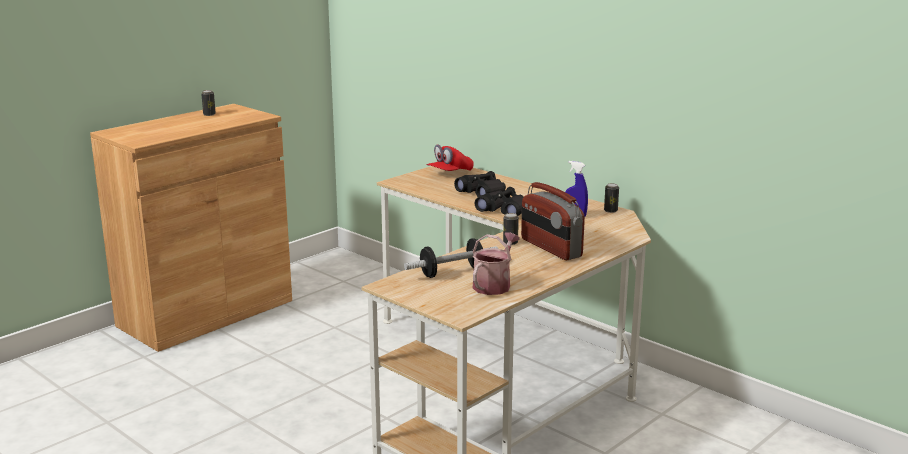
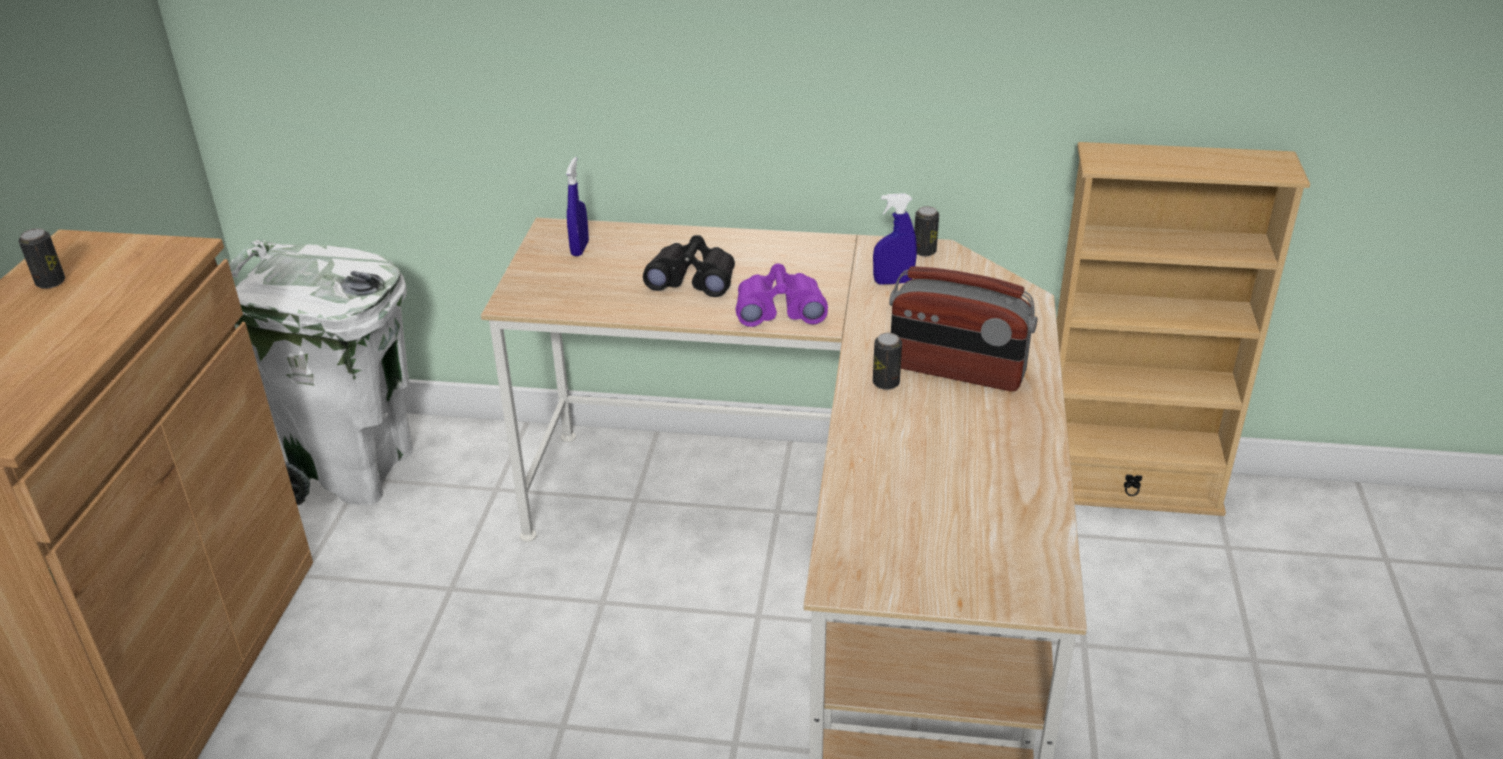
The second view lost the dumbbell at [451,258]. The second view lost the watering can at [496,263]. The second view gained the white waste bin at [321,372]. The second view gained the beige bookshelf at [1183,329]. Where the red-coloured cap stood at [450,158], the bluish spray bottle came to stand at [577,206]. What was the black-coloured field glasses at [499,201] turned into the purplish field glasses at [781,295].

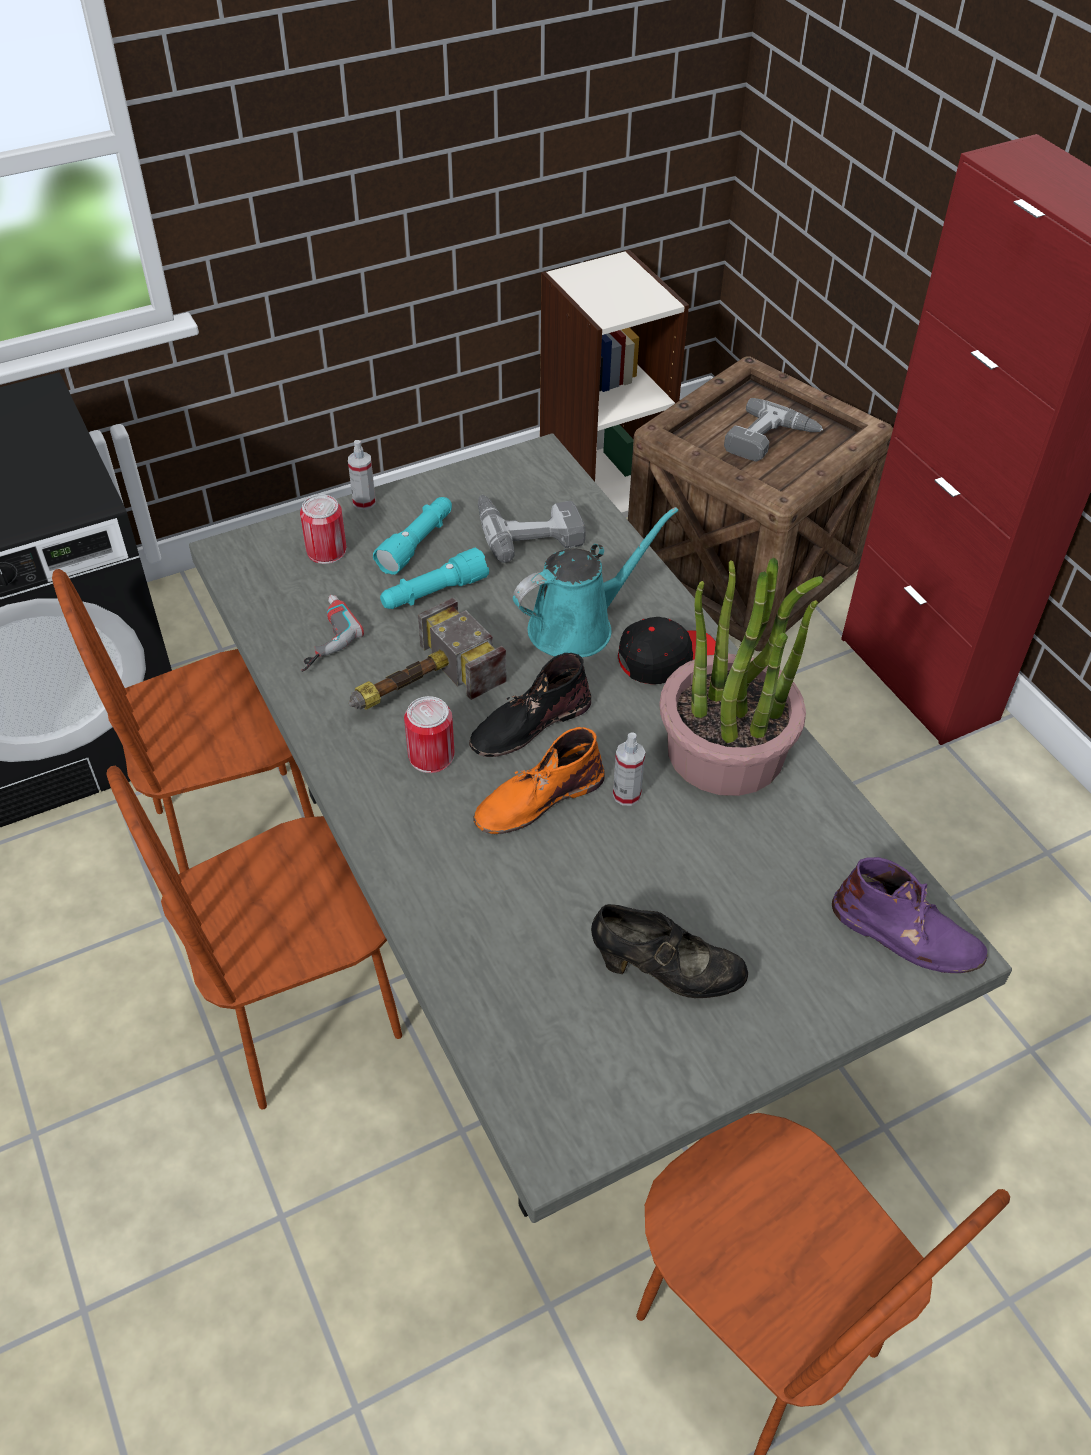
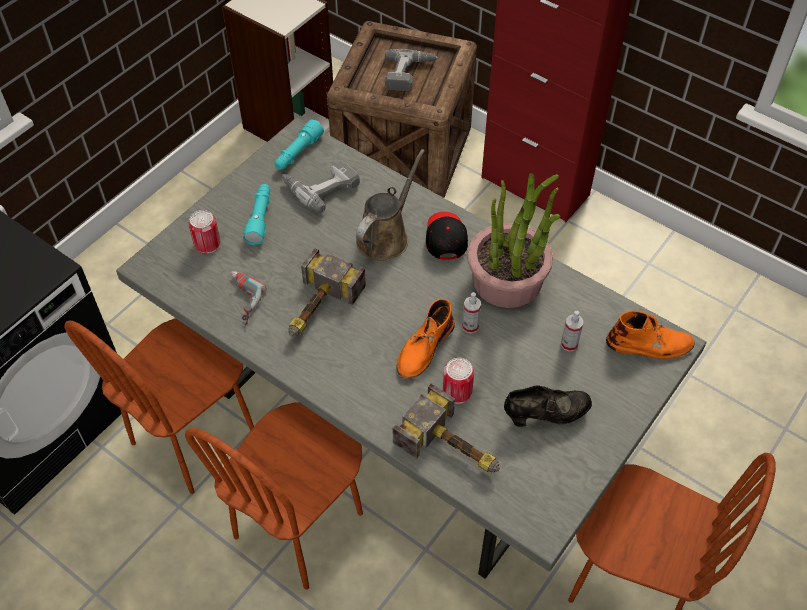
The second view lost the black-coloured high-top boot at [530,705]. The second view gained the tool hammer at [446,428]. The spray bottle ended up elsewhere, having gone from [362,475] to [572,331]. The blue-green hand torch ended up elsewhere, having gone from [434,578] to [299,145]. The sealed can ended up elsewhere, having gone from [429,734] to [458,381]. What was the blue-green watering can at [595,582] turned into the brown-coloured watering can at [390,205]. What was the purplish high-top boot at [909,915] turned into the orange high-top boot at [650,335]. The black-coloured cap at [667,650] ended up facing another way, 45 degrees counterclockwise from before.

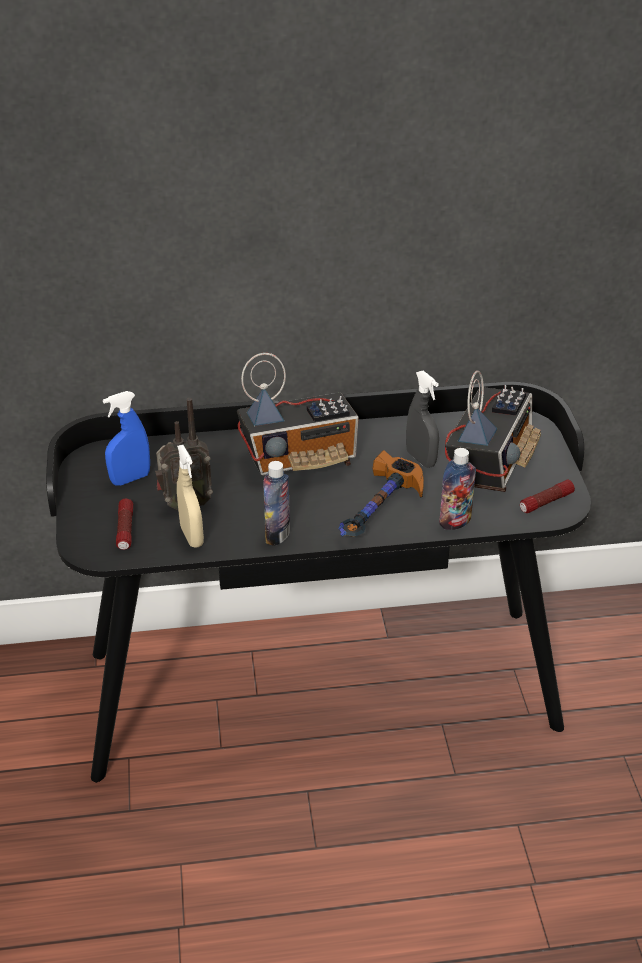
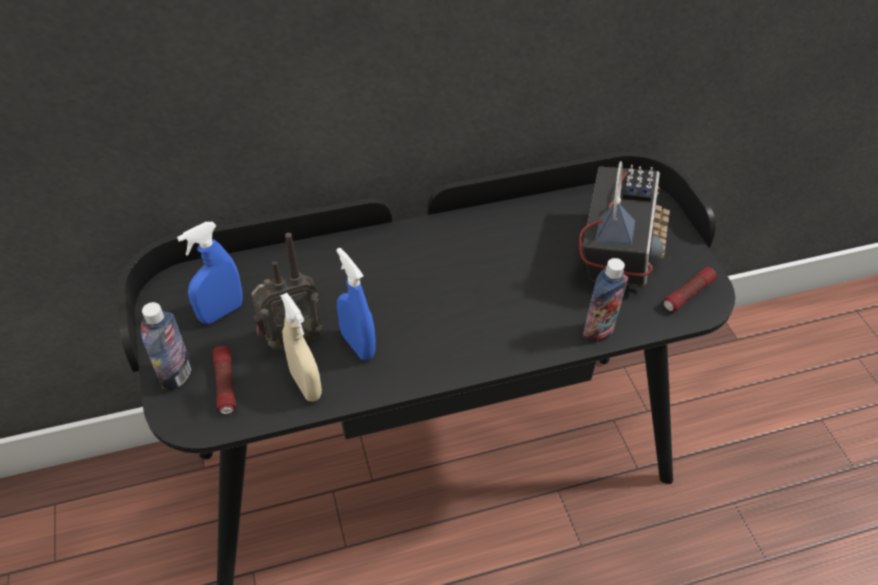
The second view lost the radio receiver at [298,414]. The second view lost the tool hammer at [381,493]. The second view lost the grey spray bottle at [422,419]. The second view gained the bluish spray bottle at [356,304]. The bottle ended up elsewhere, having gone from [276,503] to [165,346].

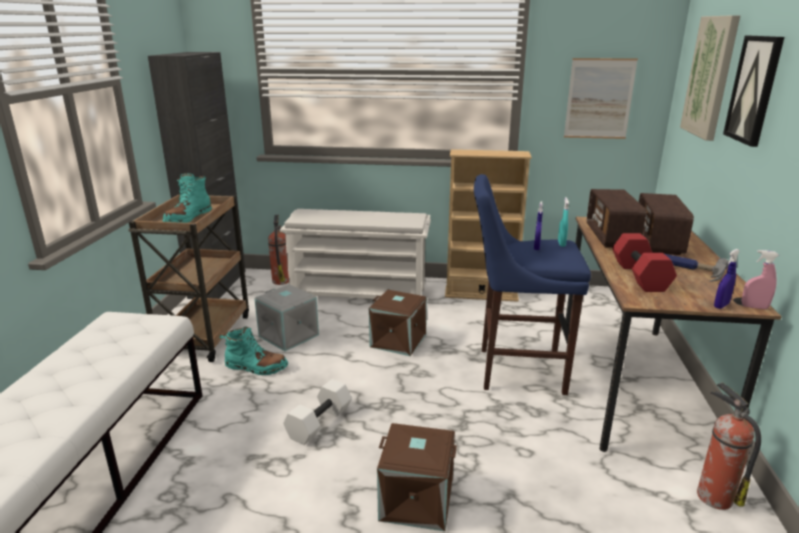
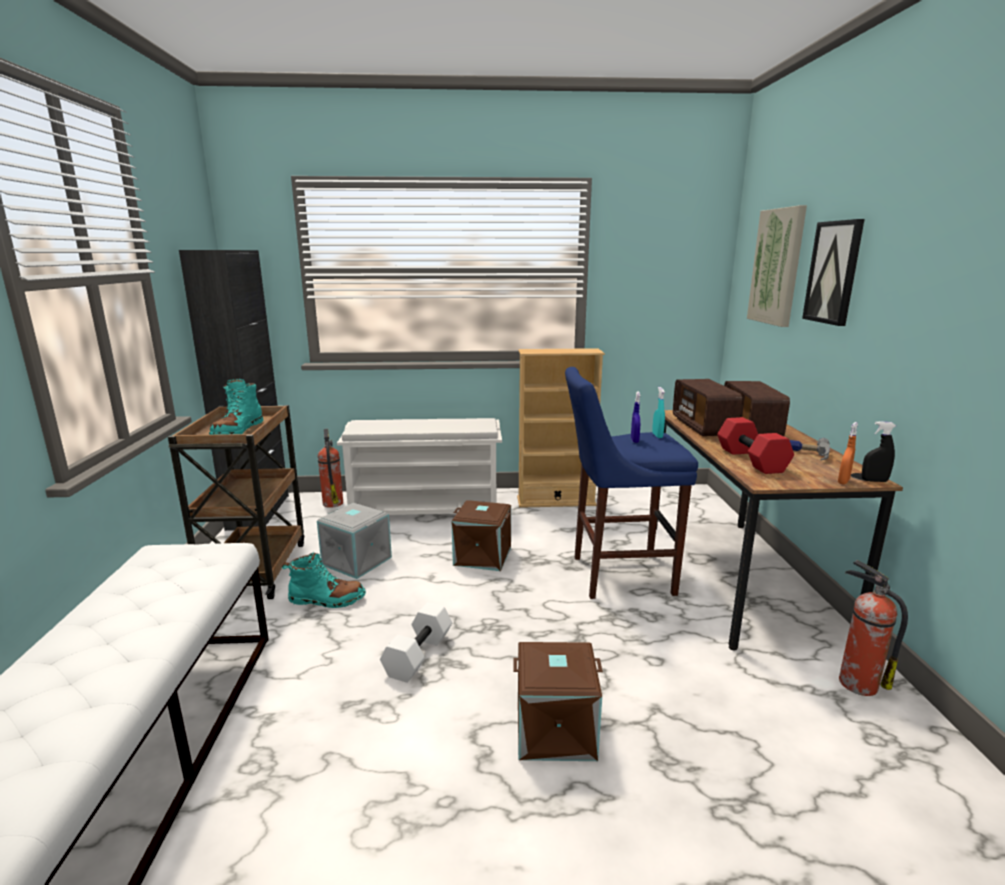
The second view lost the picture at [601,98]. What was the bluish spray bottle at [727,279] turned into the orange spray bottle at [848,453]. What was the pink spray bottle at [760,279] turned into the black-coloured spray bottle at [878,451].

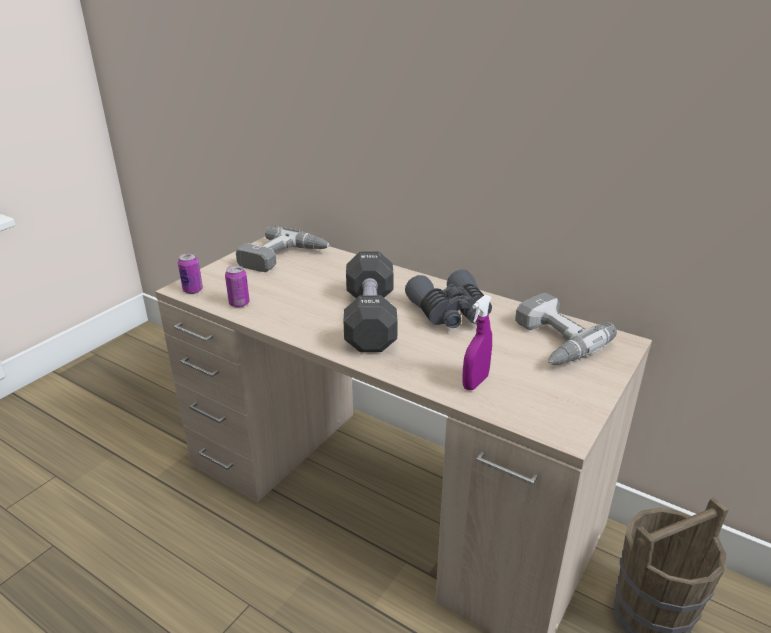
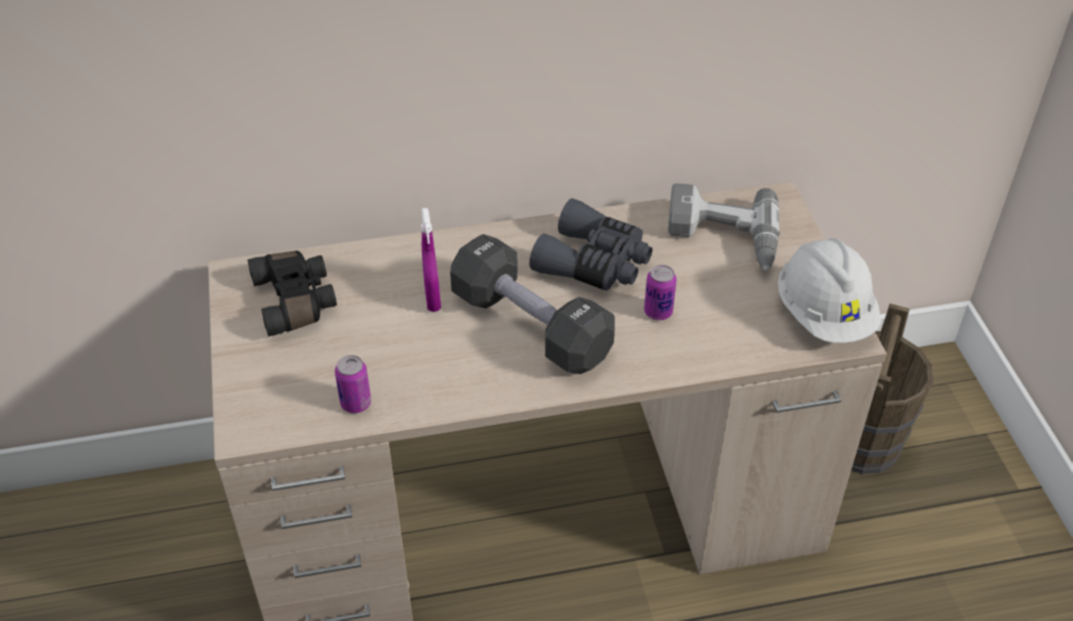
The second view gained the white work helmet at [829,290]. The sealed can ended up elsewhere, having gone from [190,273] to [660,292]. The purplish spray bottle ended up elsewhere, having gone from [477,342] to [431,260]. Where the electric drill stood at [283,249], the black-coloured field glasses came to stand at [292,293].

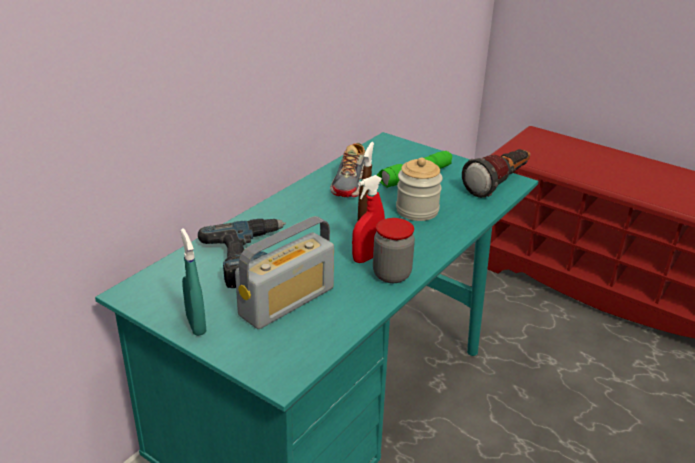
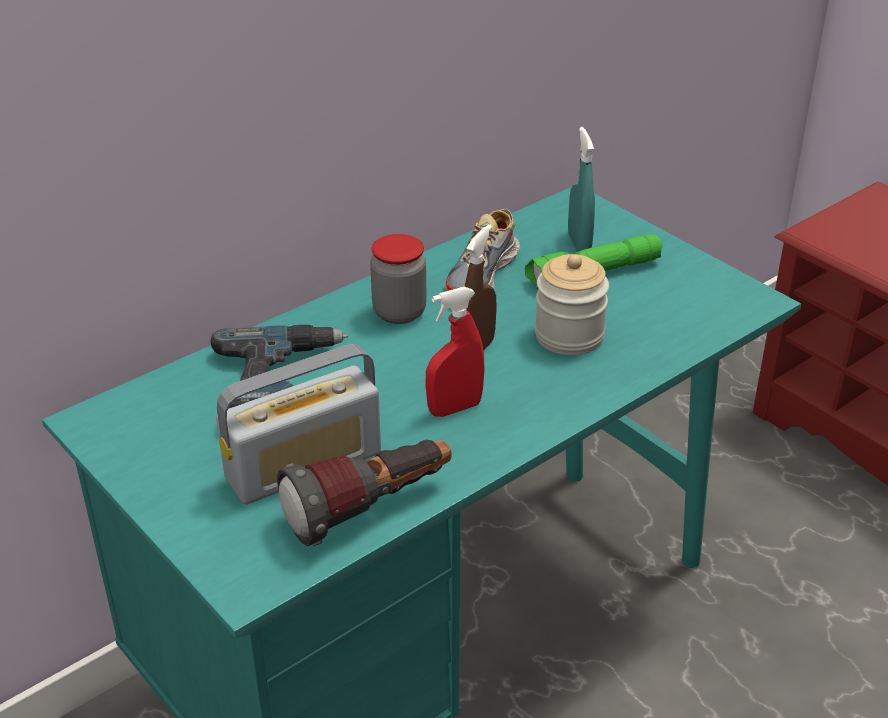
The blue-green spray bottle ended up elsewhere, having gone from [193,282] to [581,189]. The jar ended up elsewhere, having gone from [394,250] to [398,279]. The hand torch ended up elsewhere, having gone from [496,173] to [364,493].

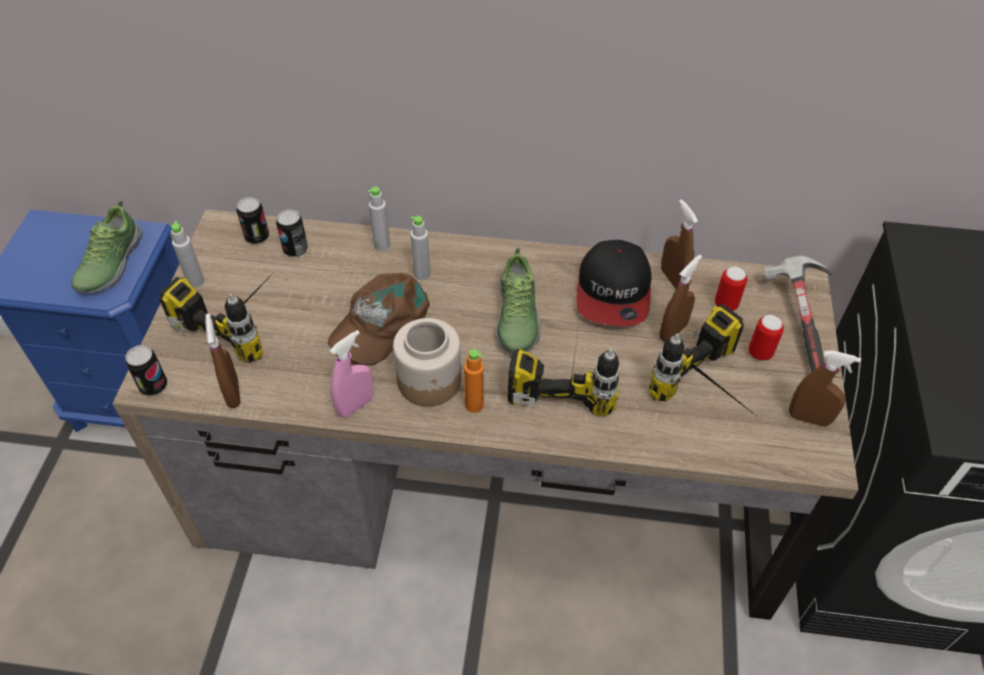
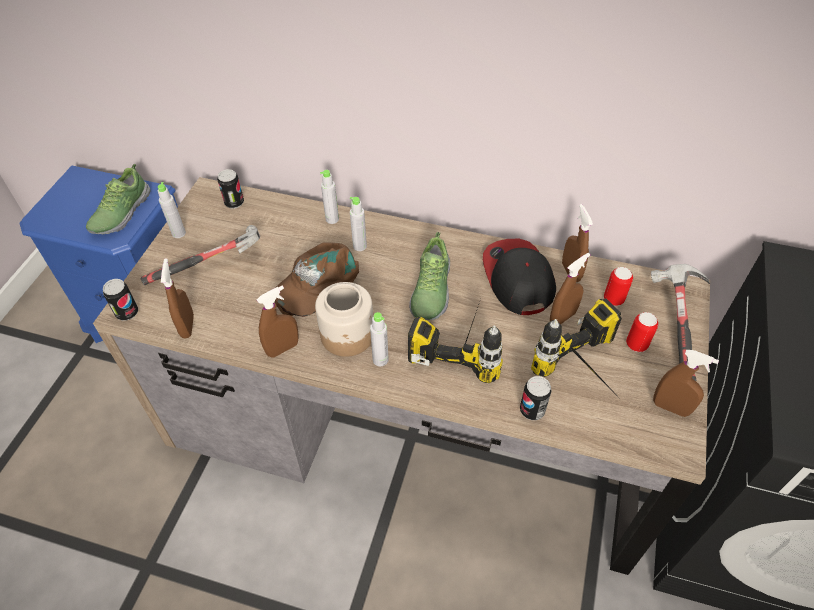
The sealed can ended up elsewhere, having gone from [292,233] to [536,398]. Where the electric drill stood at [218,316], the tool hammer came to stand at [200,255]. What was the pink spray bottle at [351,374] turned into the brown-coloured spray bottle at [278,321]. What was the orange bottle at [474,381] turned into the grey bottle at [379,339]. The cap at [614,283] ended up facing another way, 150 degrees clockwise from before.

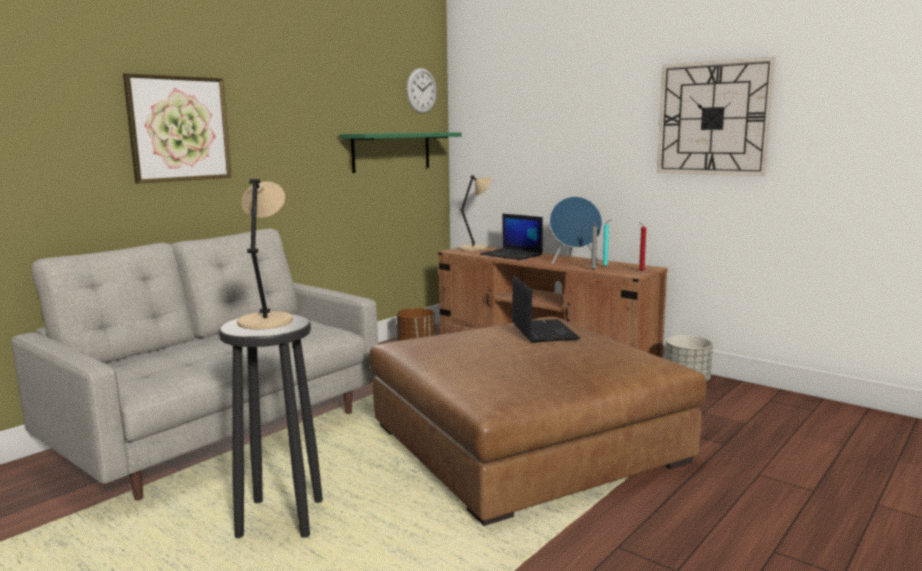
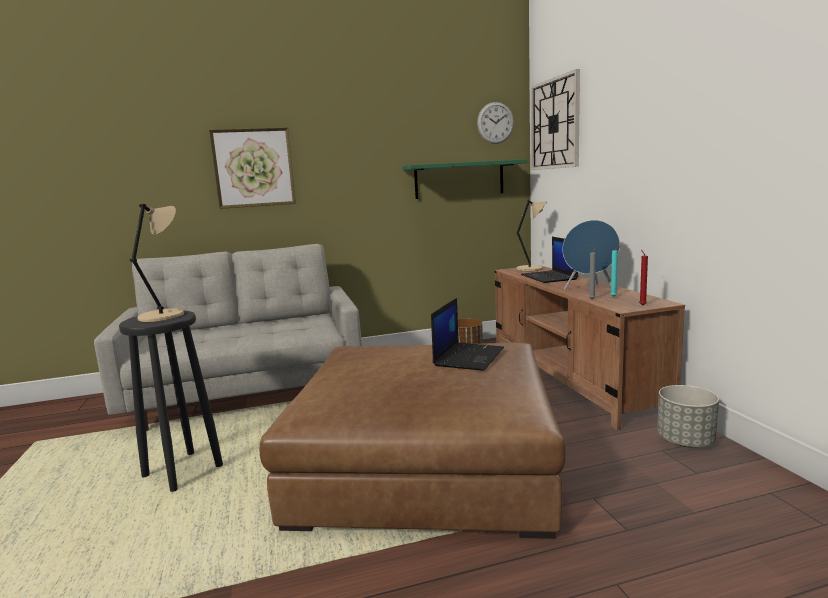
The clock on the wall ended up elsewhere, having gone from [716,116] to [555,119].

